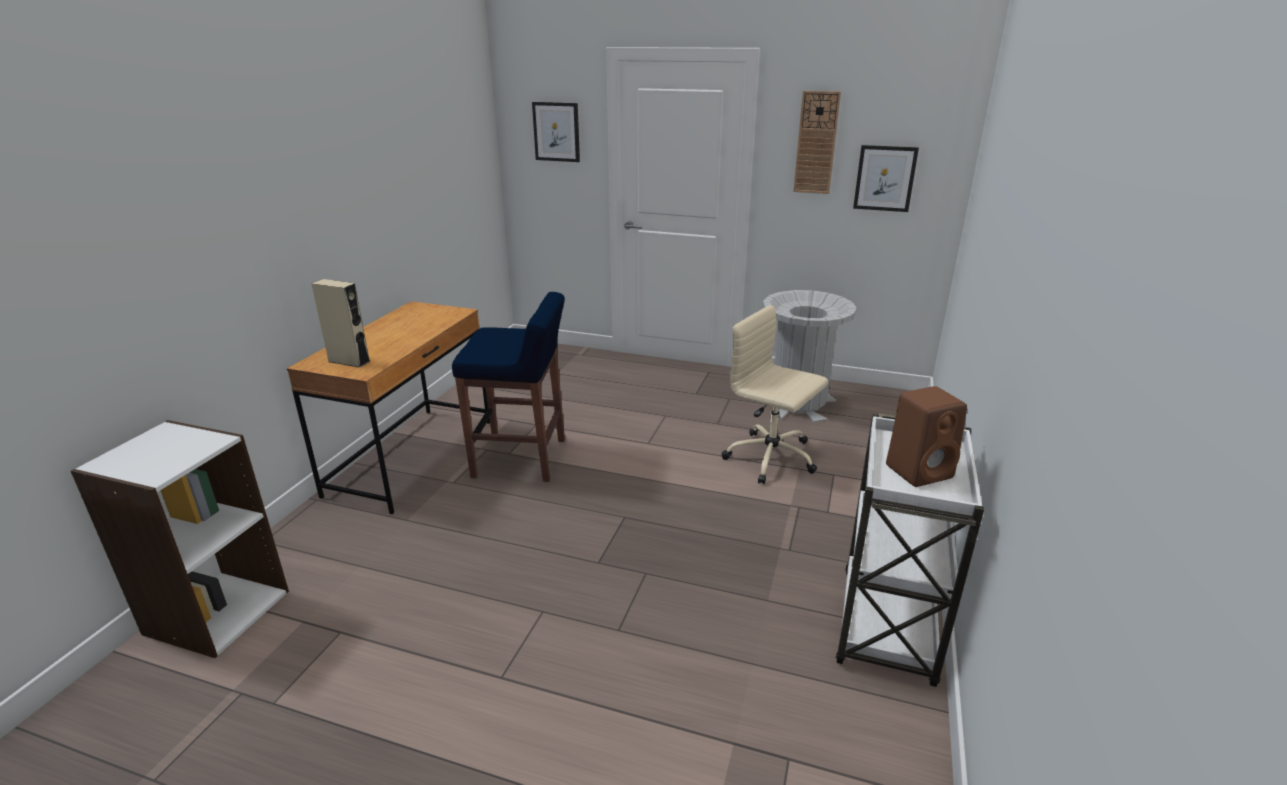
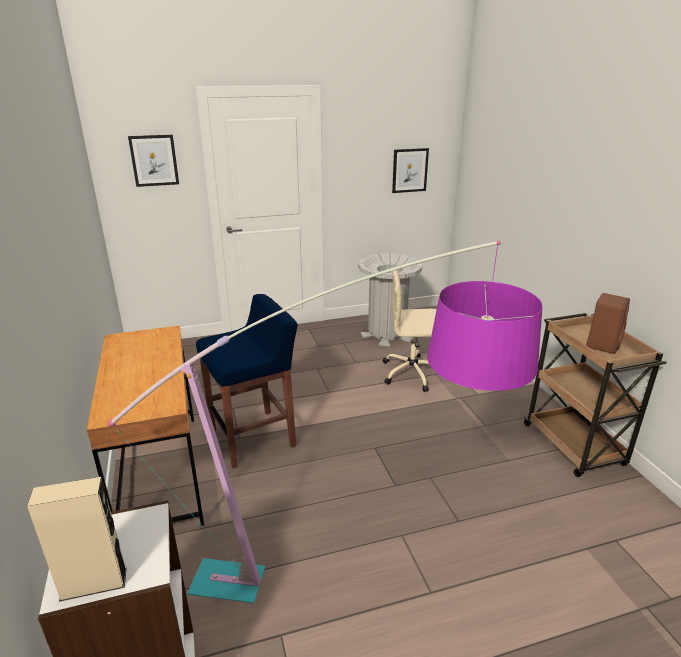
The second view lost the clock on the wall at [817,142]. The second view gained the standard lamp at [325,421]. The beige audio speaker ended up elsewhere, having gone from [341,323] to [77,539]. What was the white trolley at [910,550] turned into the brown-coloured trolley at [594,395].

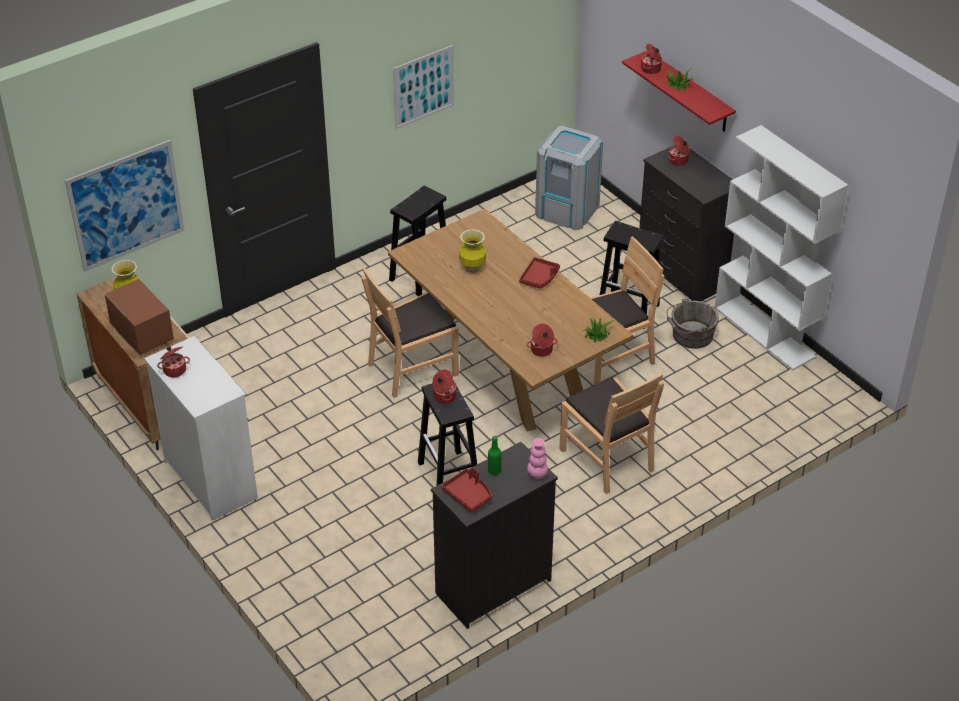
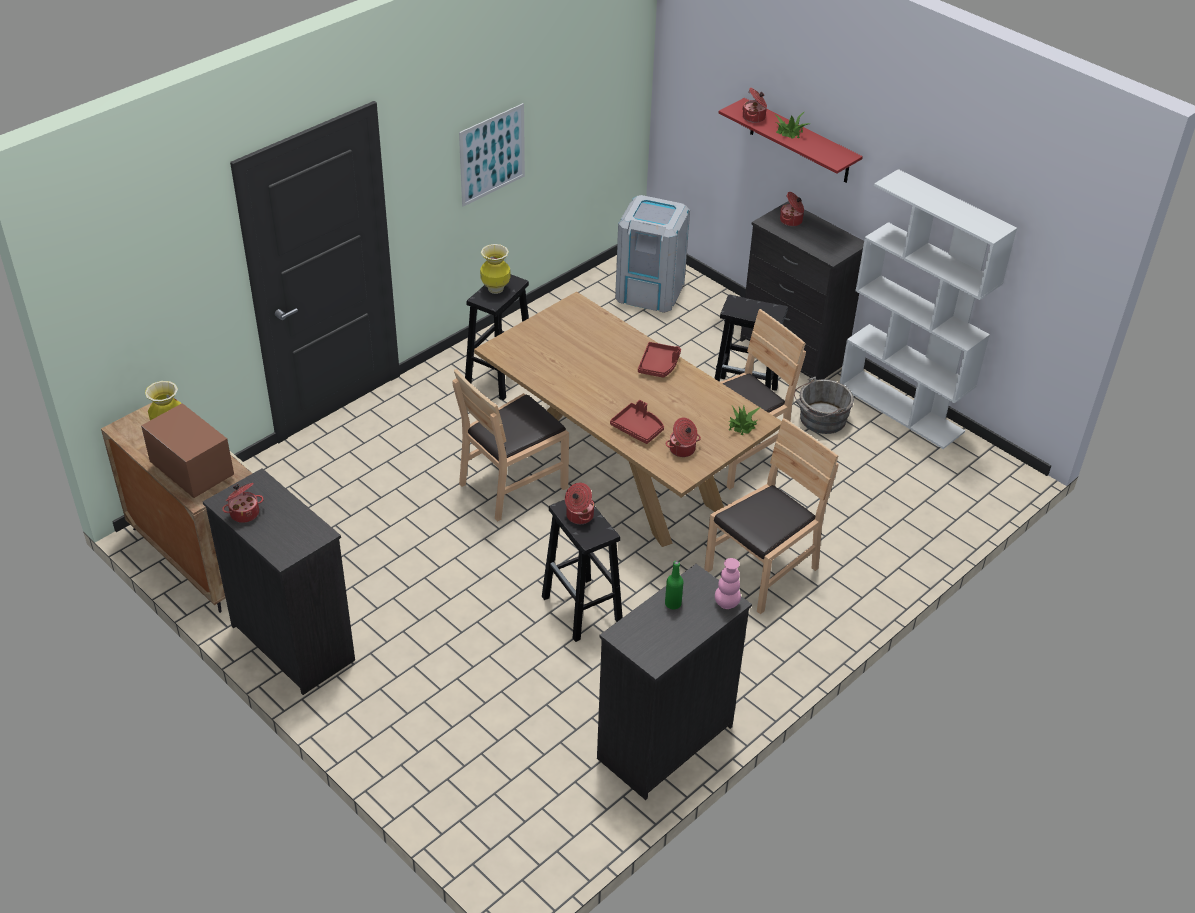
The second view lost the picture at [125,206]. The red-coloured carrying tray ended up elsewhere, having gone from [467,490] to [637,422]. The decorative vase ended up elsewhere, having gone from [472,251] to [495,269]. What was the white drawer chest at [201,428] turned into the black-coloured drawer chest at [279,581]. The brown-coloured upright chair at [611,433] ended up facing another way, 90 degrees counterclockwise from before.

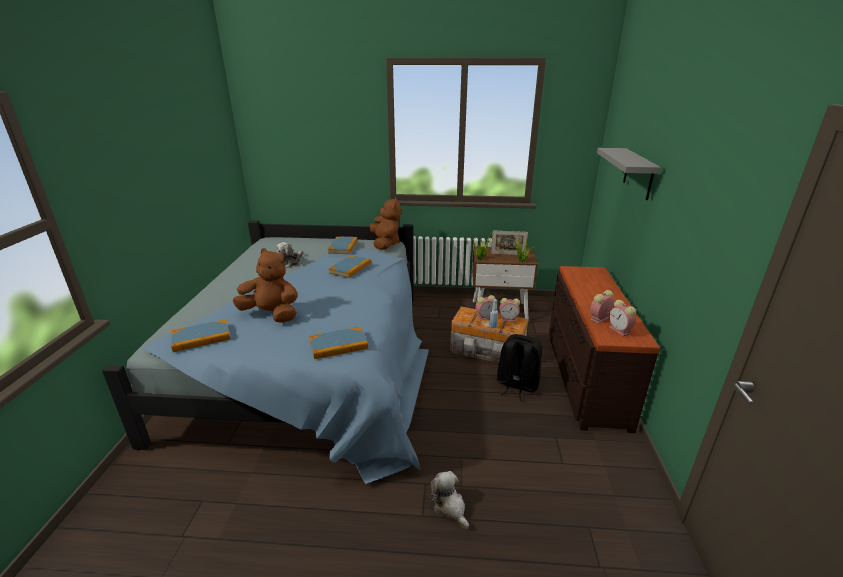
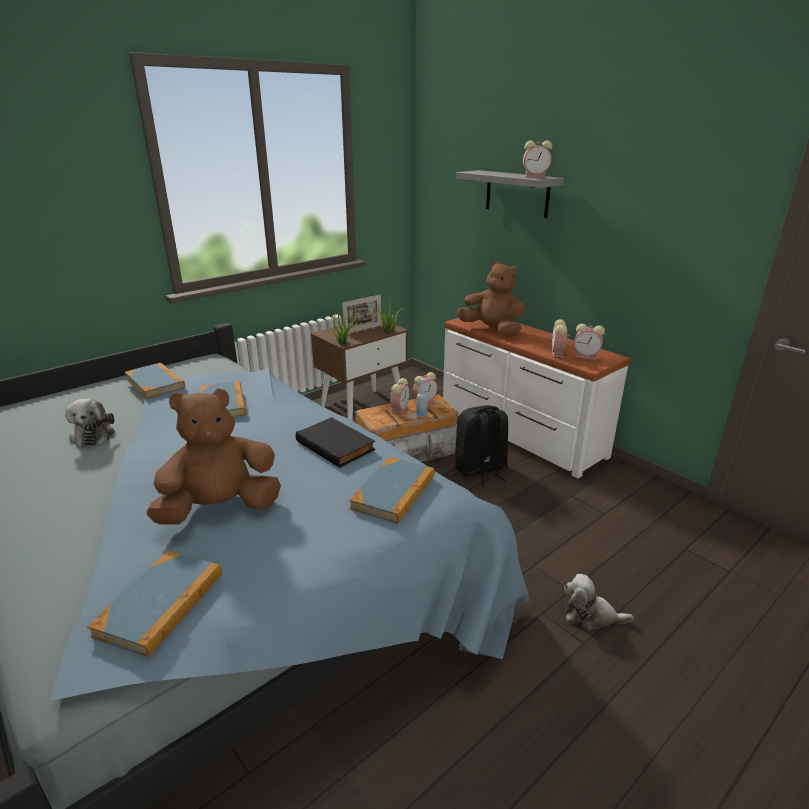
The second view gained the black-coloured bound book at [336,442]. The second view gained the alarm clock at [537,159]. The brown-coloured soft toy ended up elsewhere, having gone from [385,223] to [491,298]. What was the brown-coloured drawer chest at [605,349] turned into the white drawer chest at [536,398].

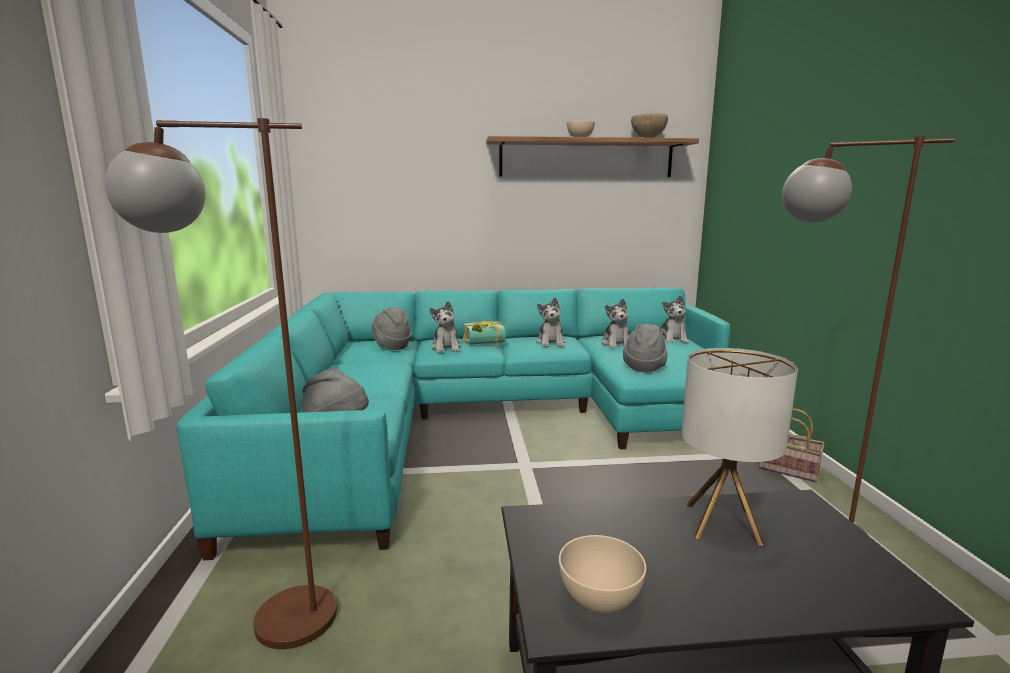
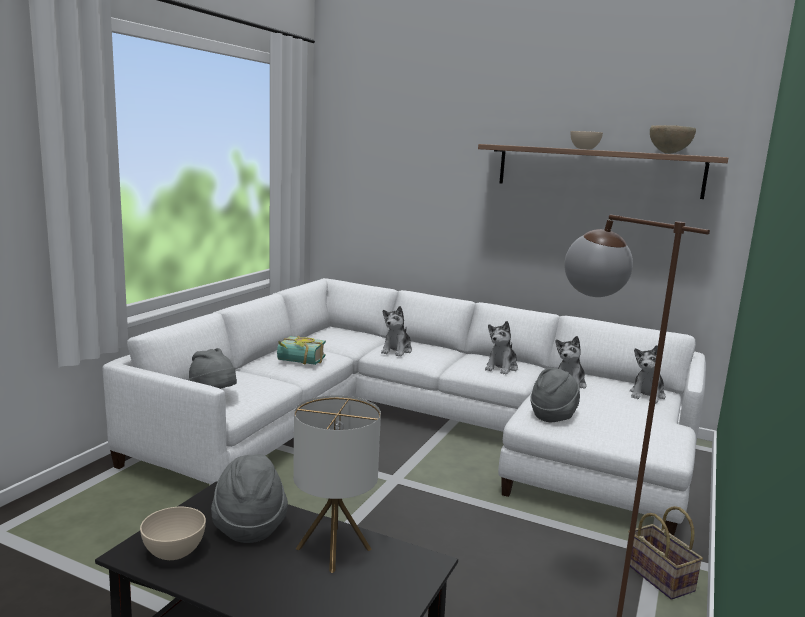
The second view lost the brown-coloured standard lamp at [221,383]. The grey clothing hat ended up elsewhere, having gone from [391,328] to [249,498]. The bound book ended up elsewhere, having gone from [484,333] to [301,350]. What was the blue-green settee at [453,423] turned into the white settee at [404,407].

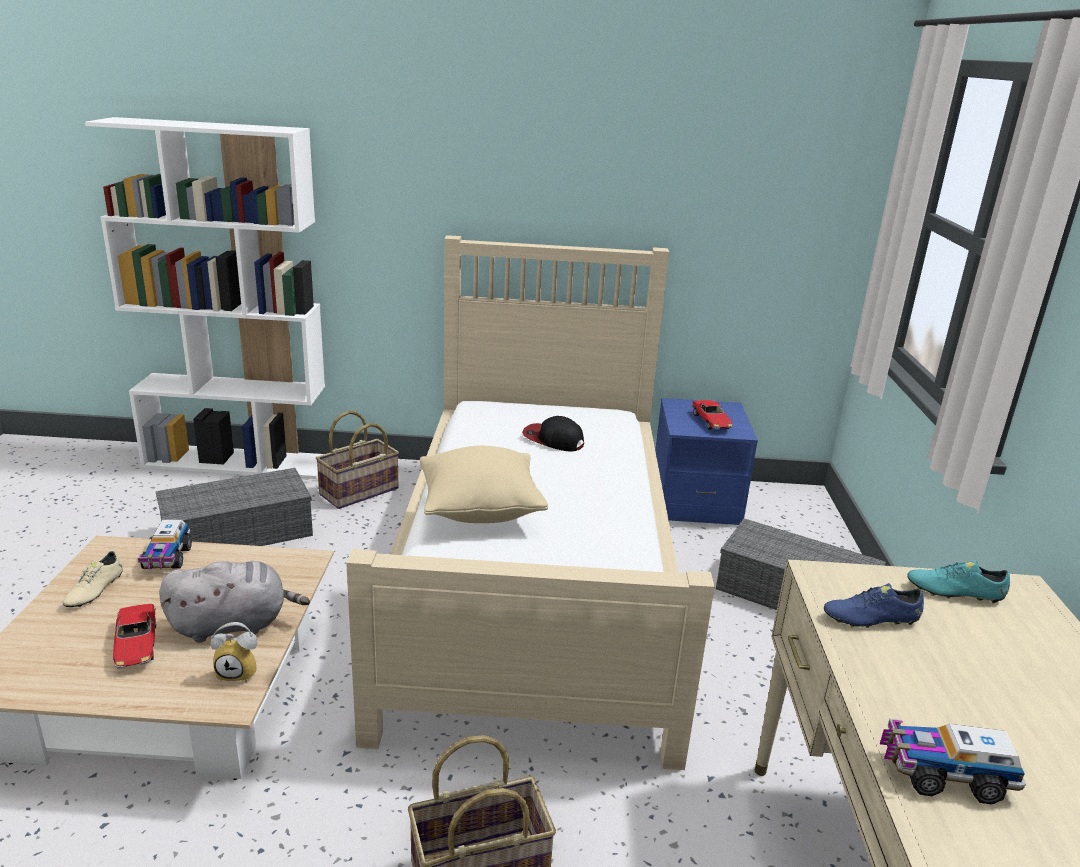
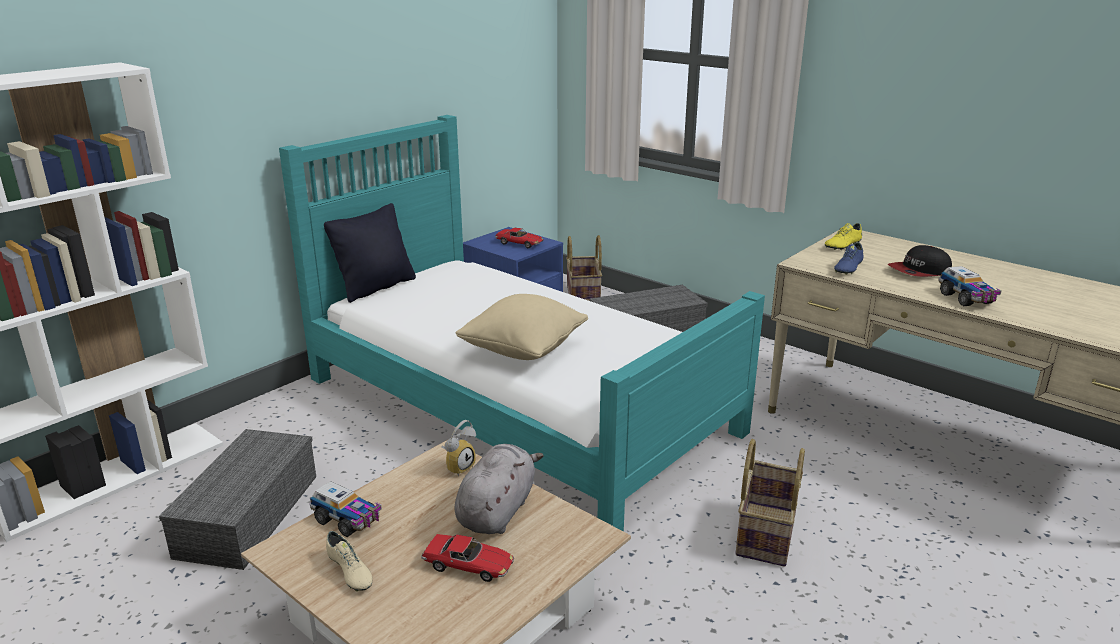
The second view gained the black-coloured pillow at [370,253]. The alarm clock ended up elsewhere, having gone from [233,652] to [459,448]. The storage basket ended up elsewhere, having gone from [357,460] to [584,268]. The cap ended up elsewhere, having gone from [553,433] to [920,261]. What was the beige sleeping bed at [530,502] turned into the blue-green sleeping bed at [522,323]. What was the blue-green low shoe at [958,582] turned into the yellowish low shoe at [843,236]. The toy lorry at [953,761] ended up facing another way, 60 degrees counterclockwise from before.

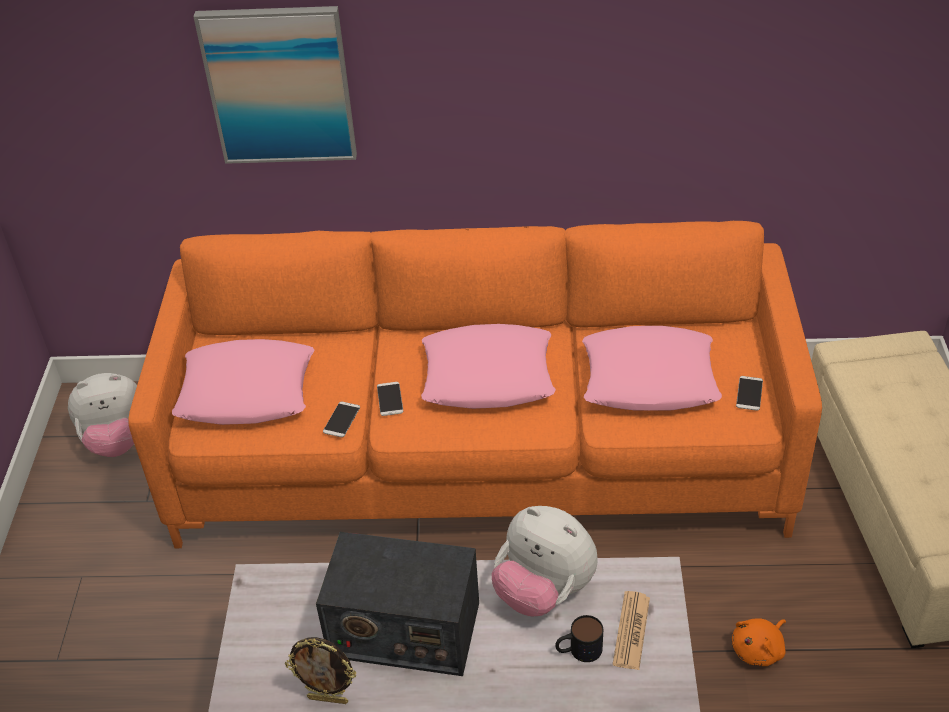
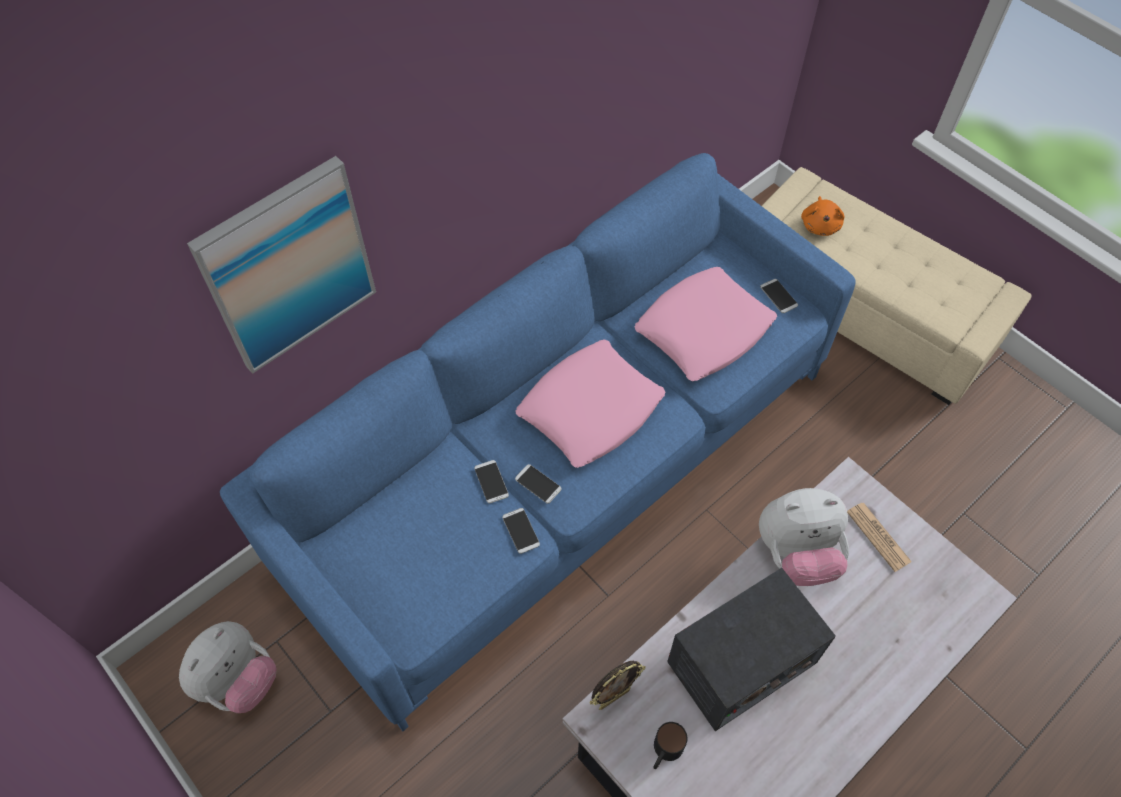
The second view lost the pink pillow at [243,382]. The second view gained the telephone at [491,481]. The picture frame ended up elsewhere, having gone from [321,670] to [617,685]. The tea mug ended up elsewhere, having gone from [579,638] to [670,745]. The orange soft toy ended up elsewhere, having gone from [759,642] to [822,216]. What was the orange settee at [475,384] turned into the bluish settee at [538,442].

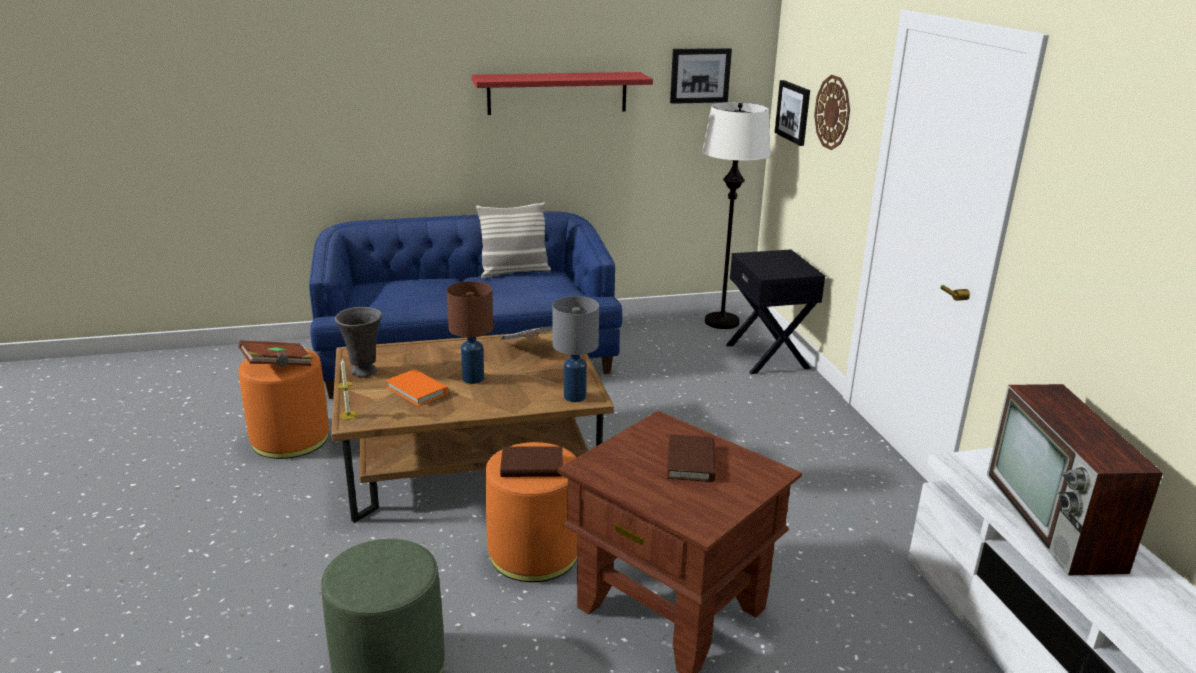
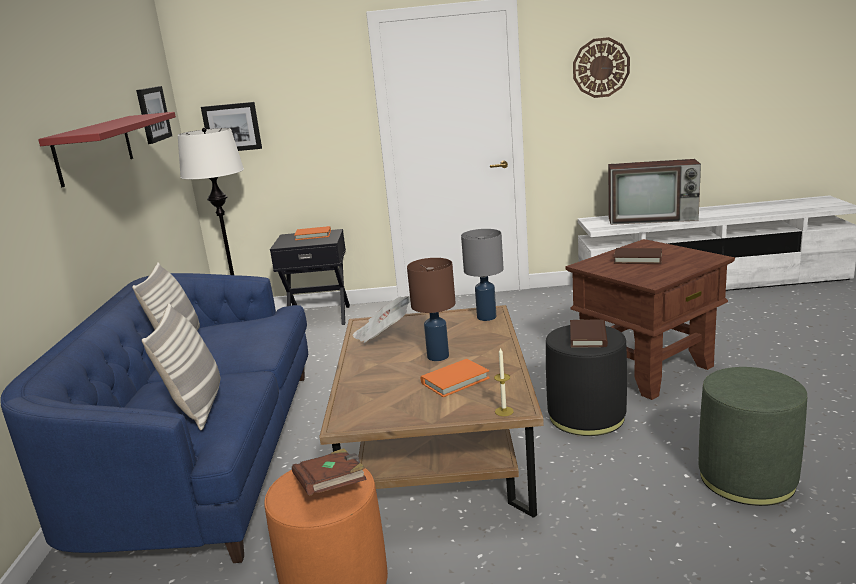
The second view lost the grey decorative vase at [358,342]. The second view gained the pillow at [181,366]. The second view gained the orange bound book at [312,233]. The clock on the wall ended up elsewhere, having gone from [832,112] to [601,67]. What was the orange ottoman at [532,512] turned into the black-coloured ottoman at [586,380].

